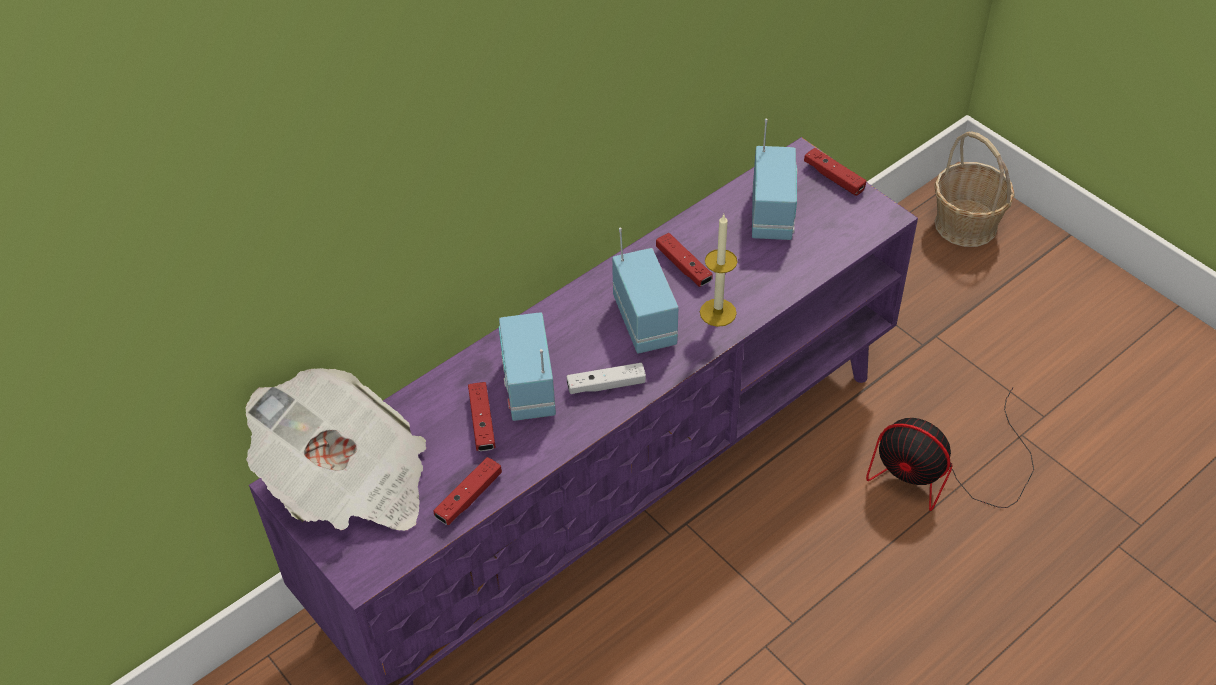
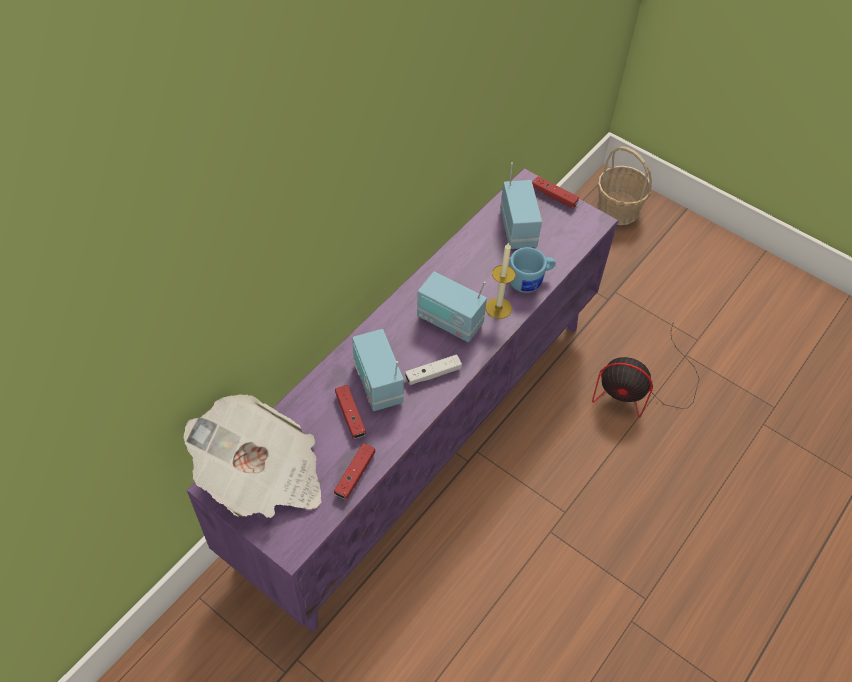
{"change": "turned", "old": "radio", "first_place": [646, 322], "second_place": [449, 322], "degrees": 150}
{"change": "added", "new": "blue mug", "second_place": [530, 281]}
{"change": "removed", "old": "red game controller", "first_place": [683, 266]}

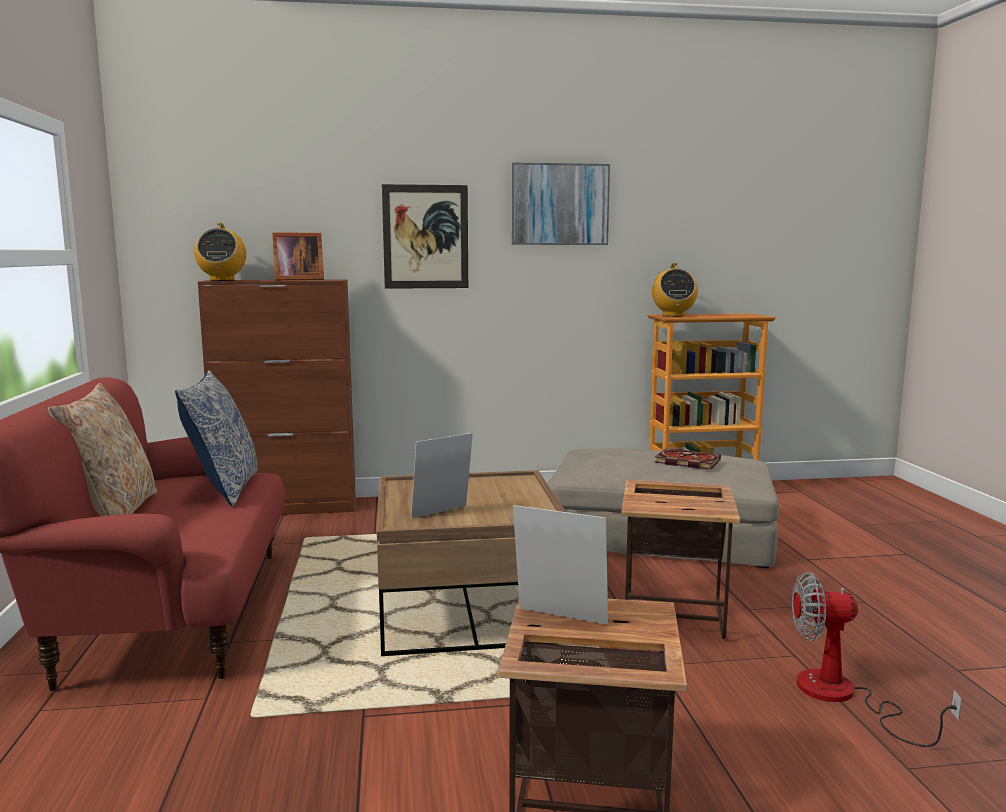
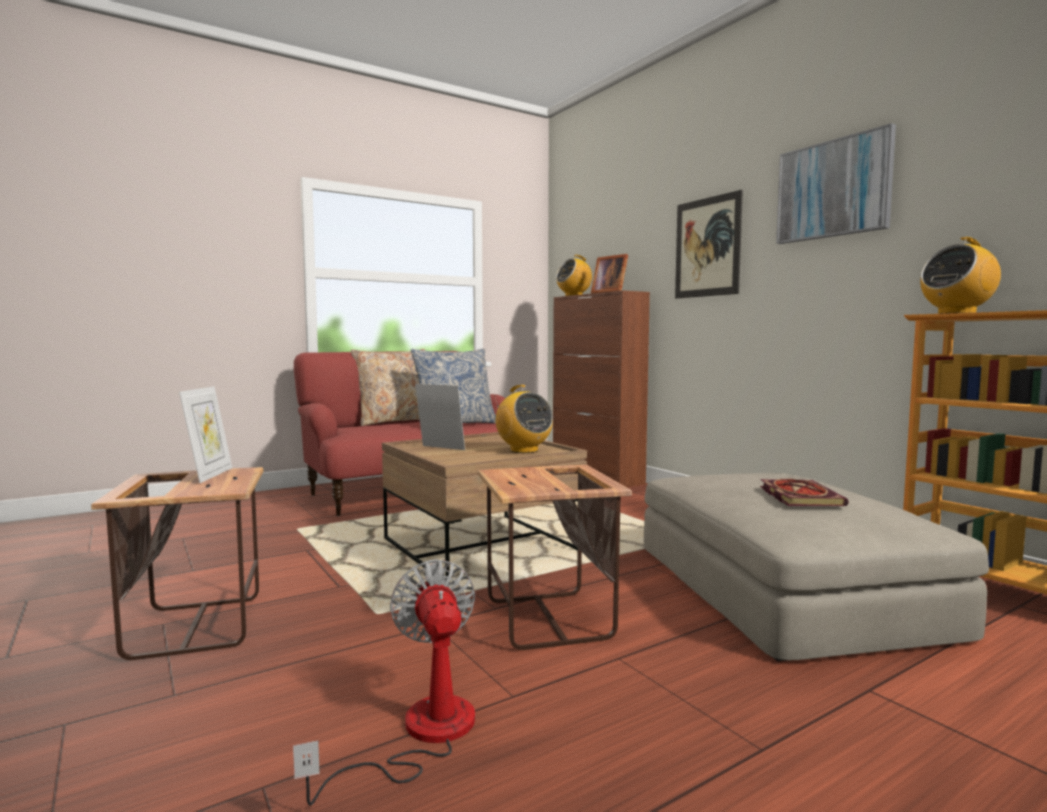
{"change": "added", "new": "radio", "second_place": [523, 450]}

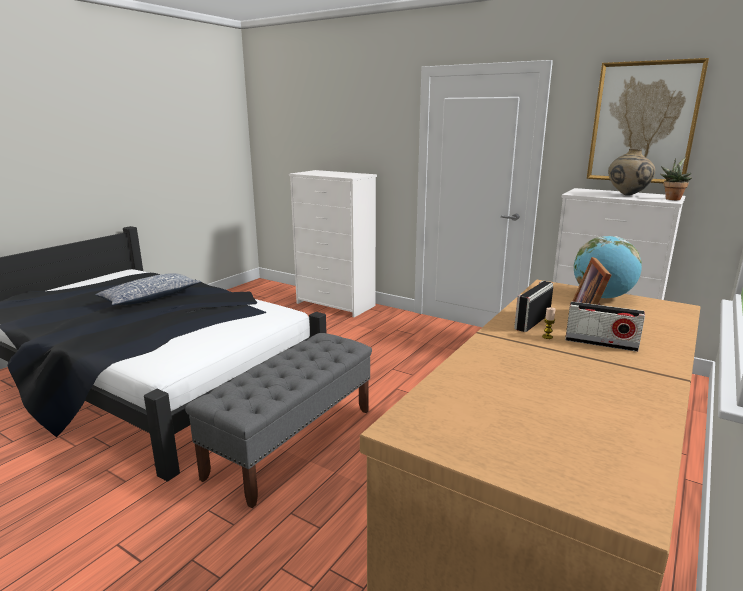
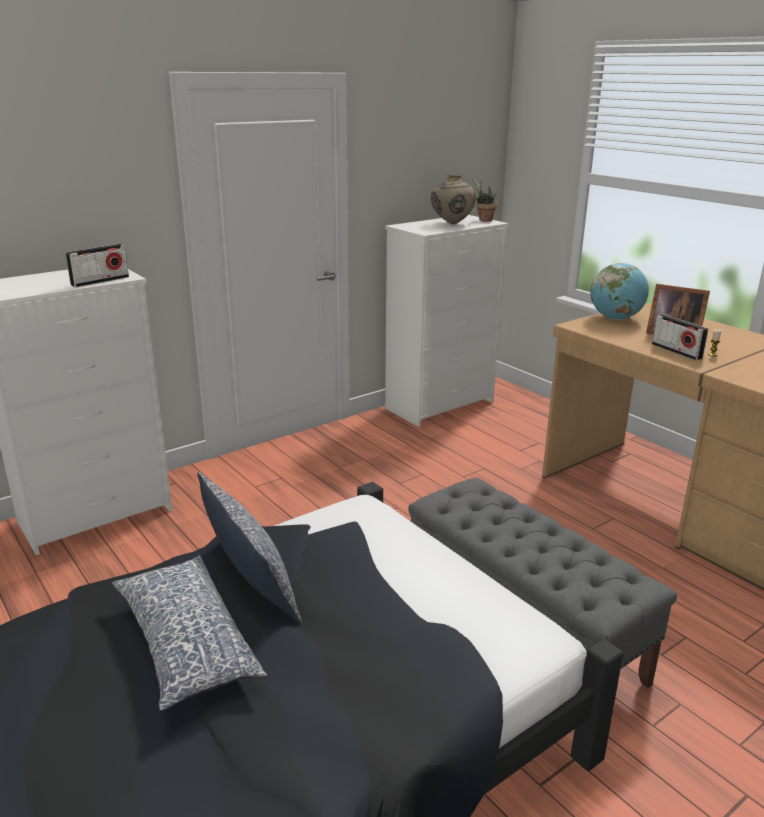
{"change": "moved", "old": "radio", "first_place": [600, 343], "second_place": [100, 281]}
{"change": "added", "new": "pillow", "second_place": [249, 575]}
{"change": "removed", "old": "picture", "first_place": [643, 123]}

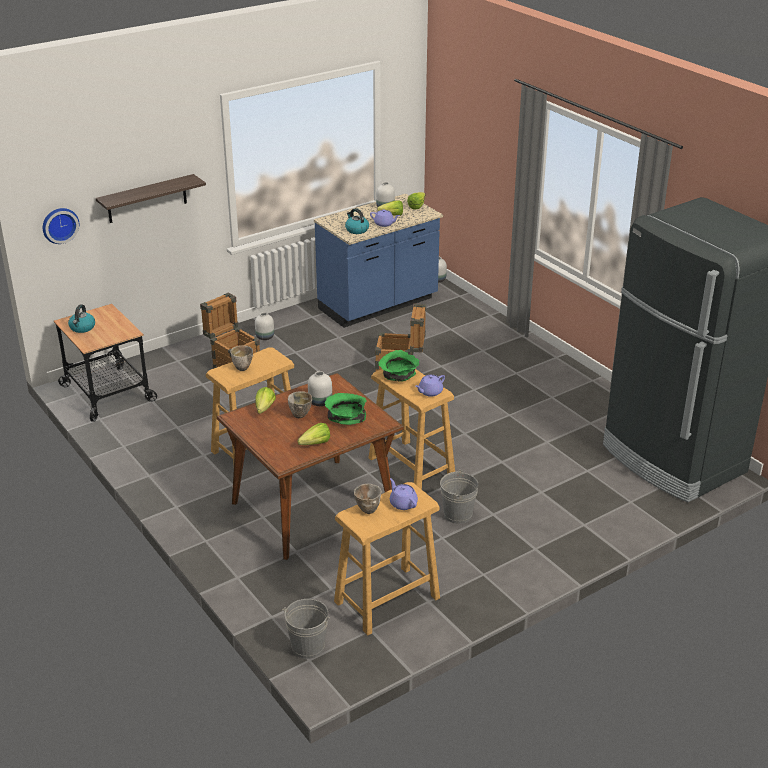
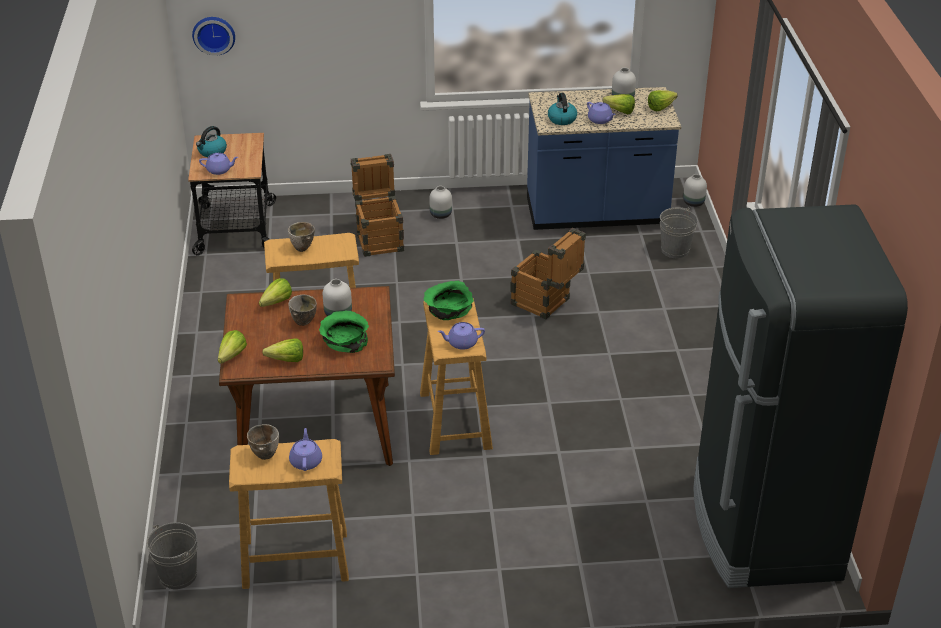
{"change": "added", "new": "purple teapot", "second_place": [219, 170]}
{"change": "added", "new": "lettuce", "second_place": [229, 358]}
{"change": "moved", "old": "grey bucket", "first_place": [458, 514], "second_place": [675, 250]}
{"change": "removed", "old": "shelf", "first_place": [147, 199]}

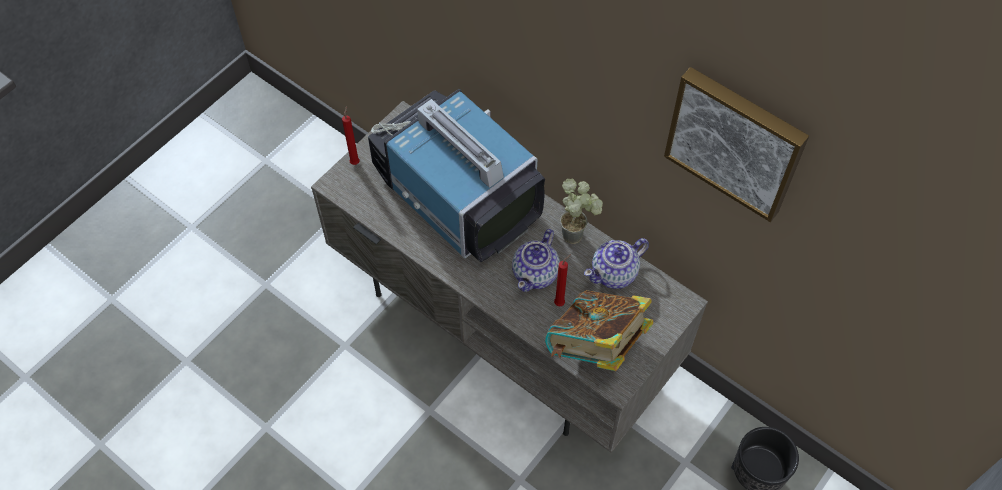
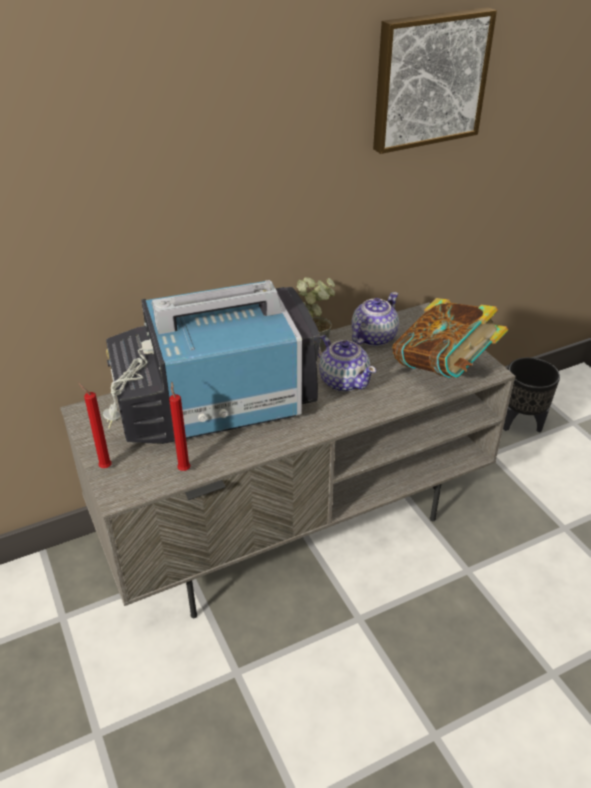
{"change": "moved", "old": "red candle", "first_place": [560, 302], "second_place": [184, 468]}
{"change": "turned", "old": "teapot", "first_place": [615, 273], "second_place": [373, 337], "degrees": -135}

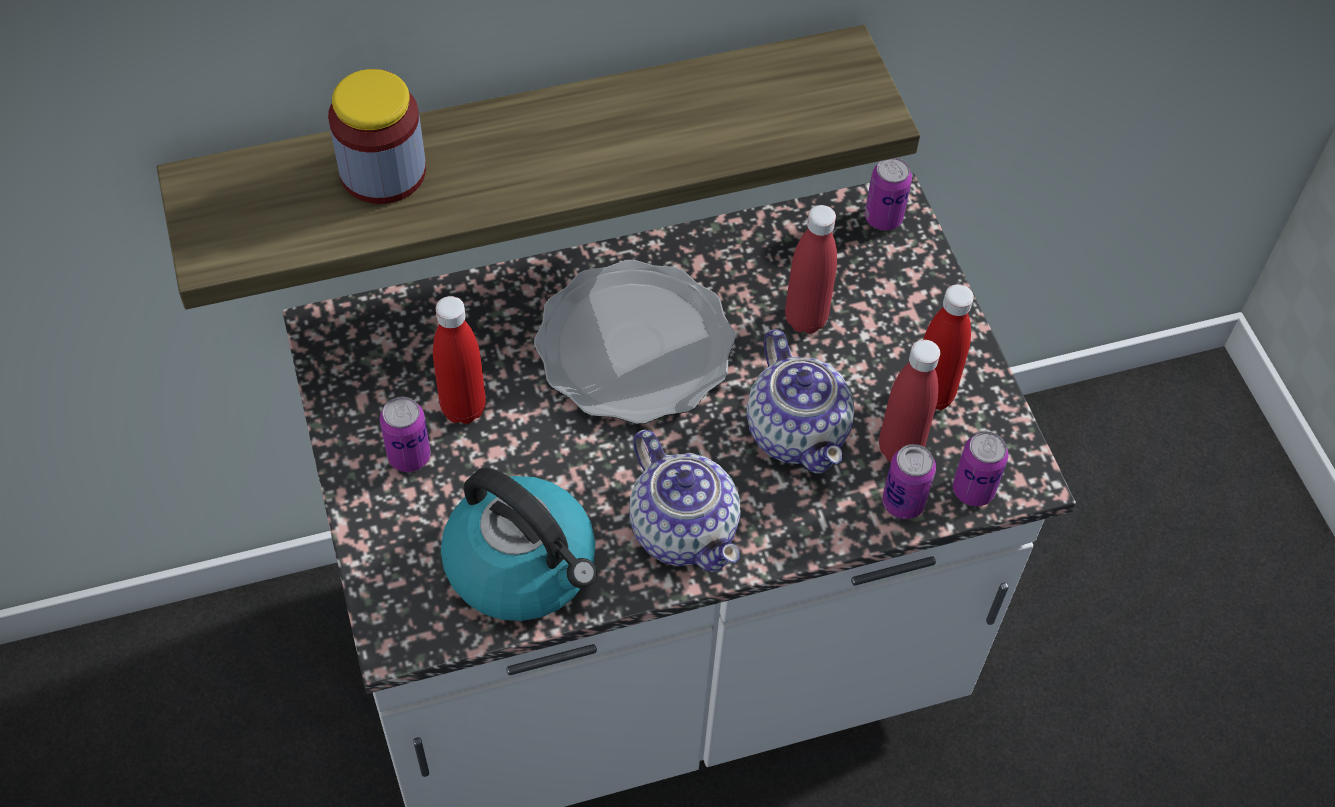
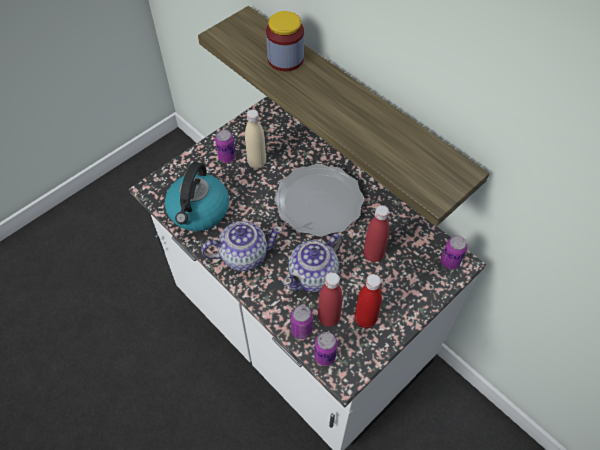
{"change": "turned", "old": "teapot", "first_place": [683, 528], "second_place": [243, 255], "degrees": -135}
{"change": "recoloured", "old": "red bottle", "new": "beige bottle", "first_place": [463, 408], "second_place": [257, 163]}

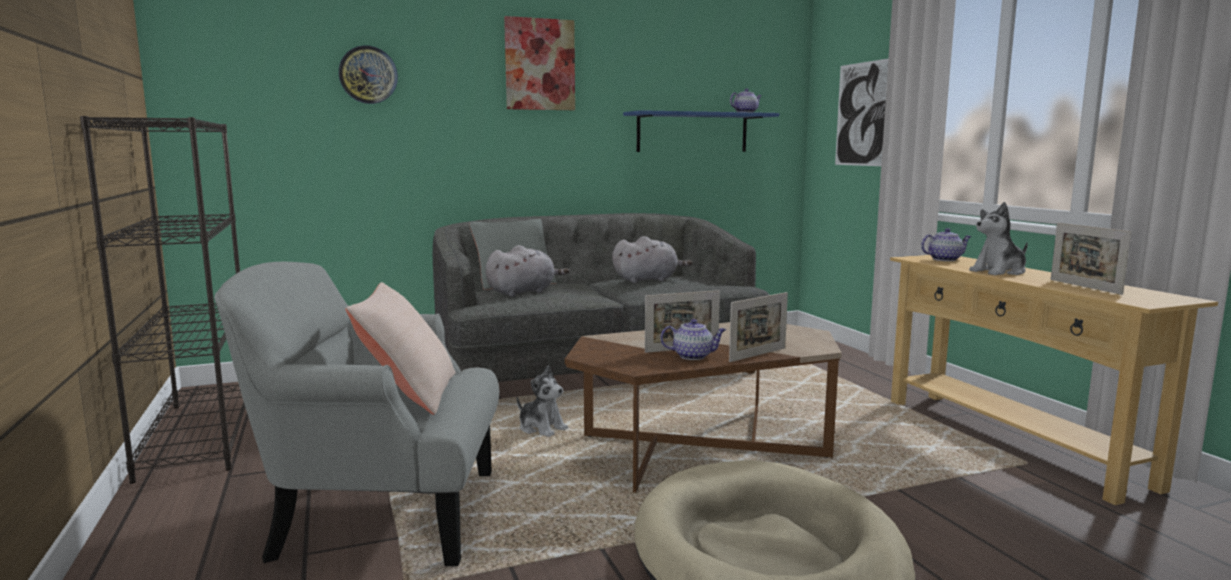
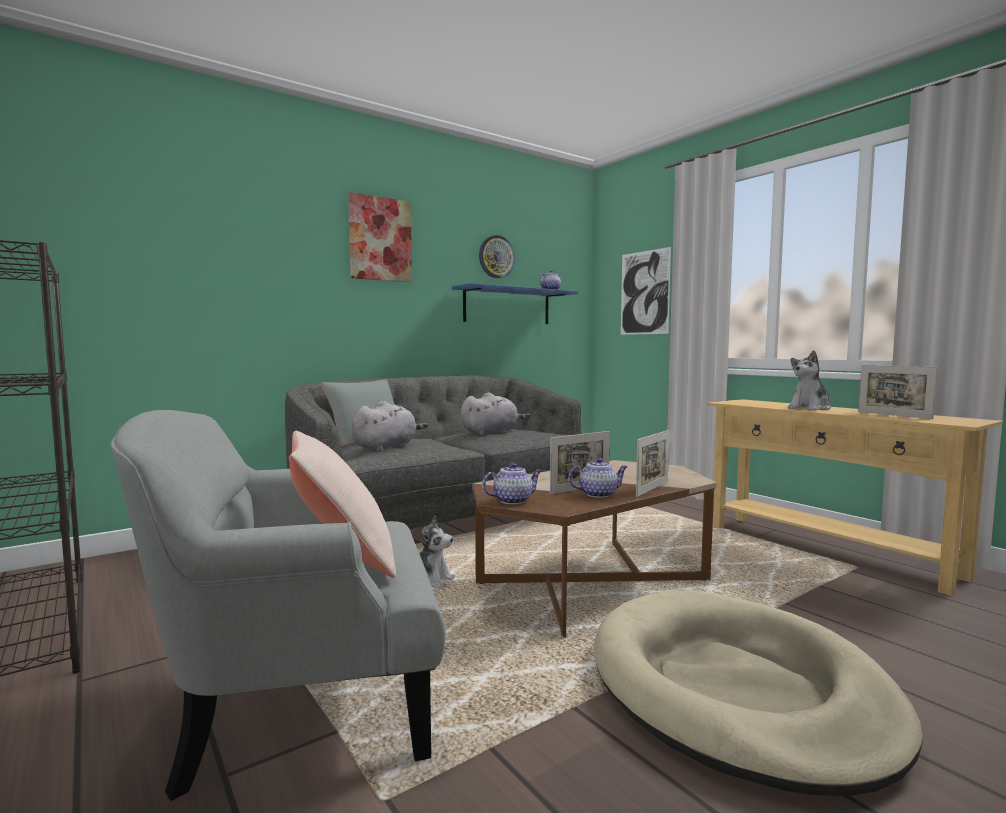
{"change": "moved", "old": "wall clock", "first_place": [368, 75], "second_place": [496, 257]}
{"change": "moved", "old": "teapot", "first_place": [945, 259], "second_place": [513, 500]}

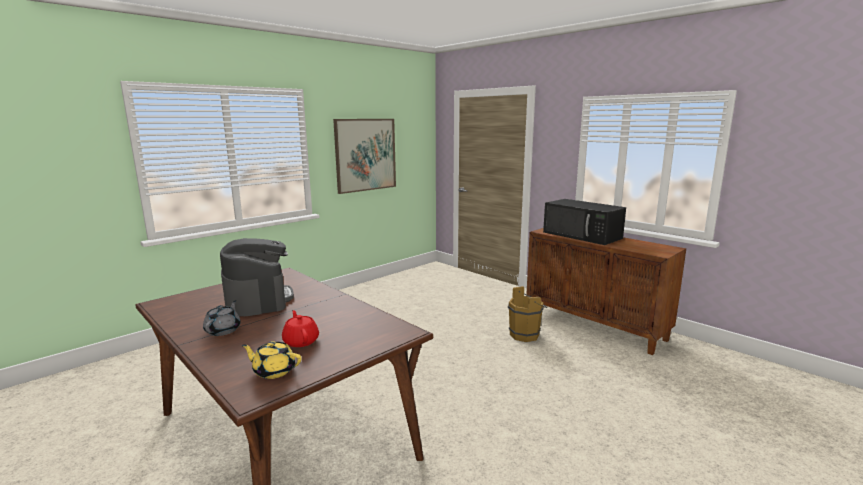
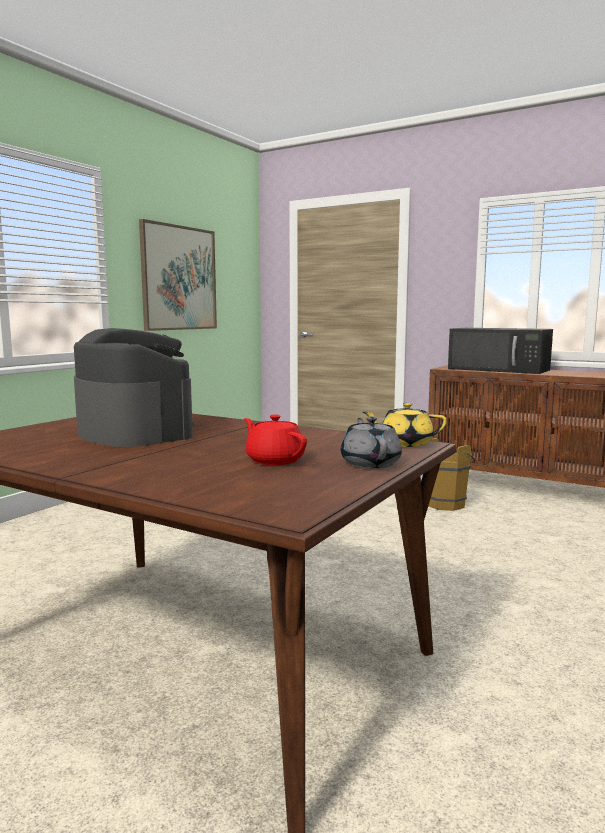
{"change": "moved", "old": "grey teapot", "first_place": [223, 330], "second_place": [370, 463]}
{"change": "moved", "old": "yellow teapot", "first_place": [273, 371], "second_place": [404, 443]}

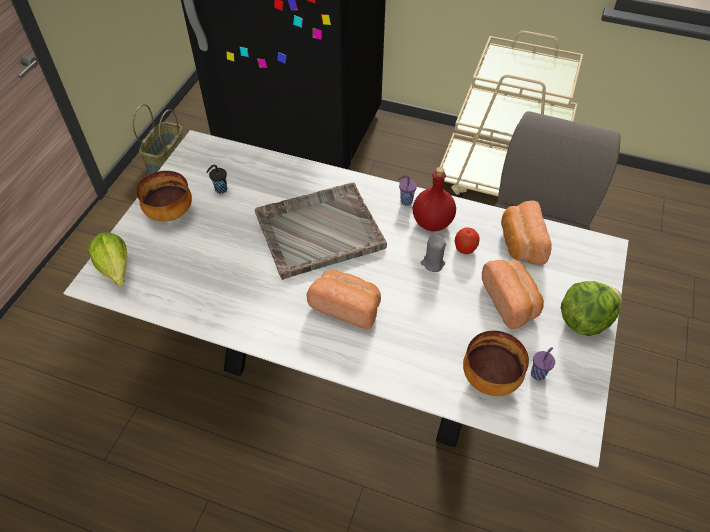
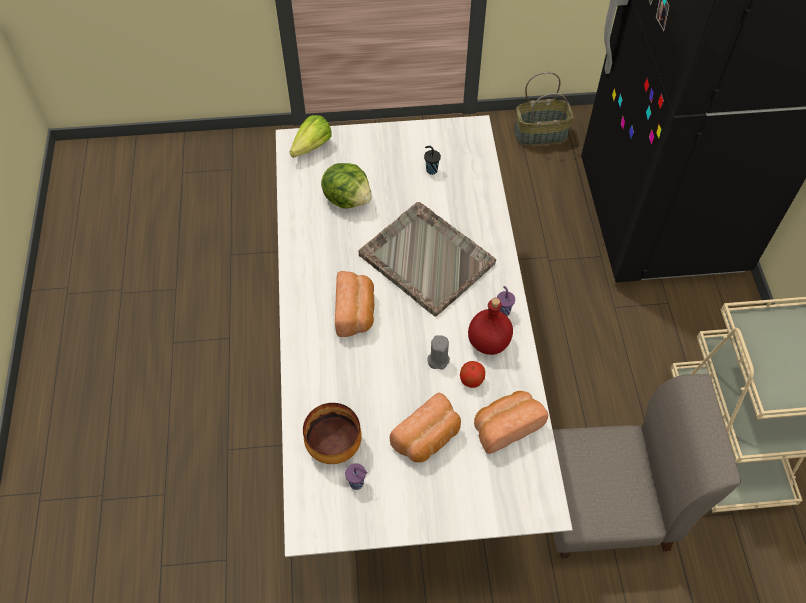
{"change": "moved", "old": "lettuce", "first_place": [584, 320], "second_place": [348, 198]}
{"change": "removed", "old": "bowl", "first_place": [170, 213]}

